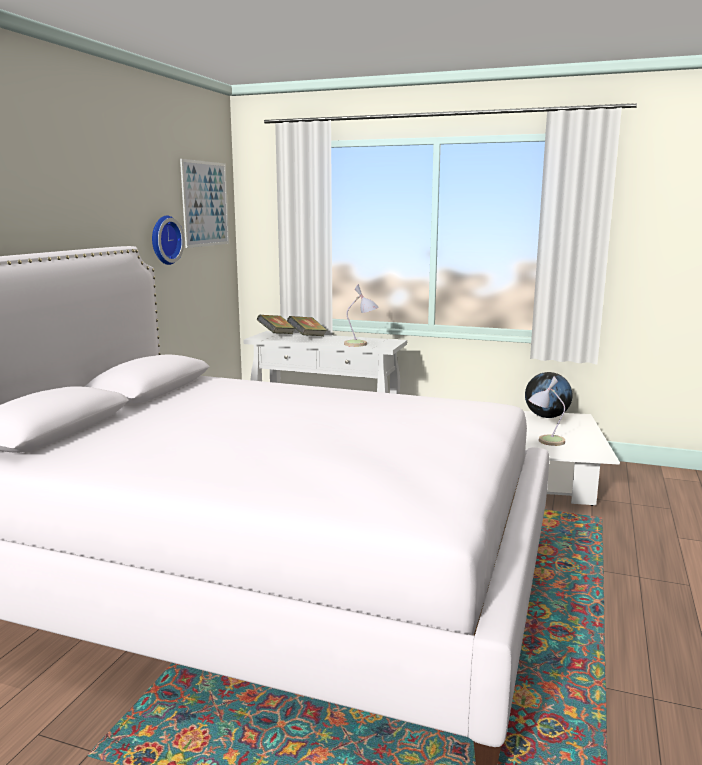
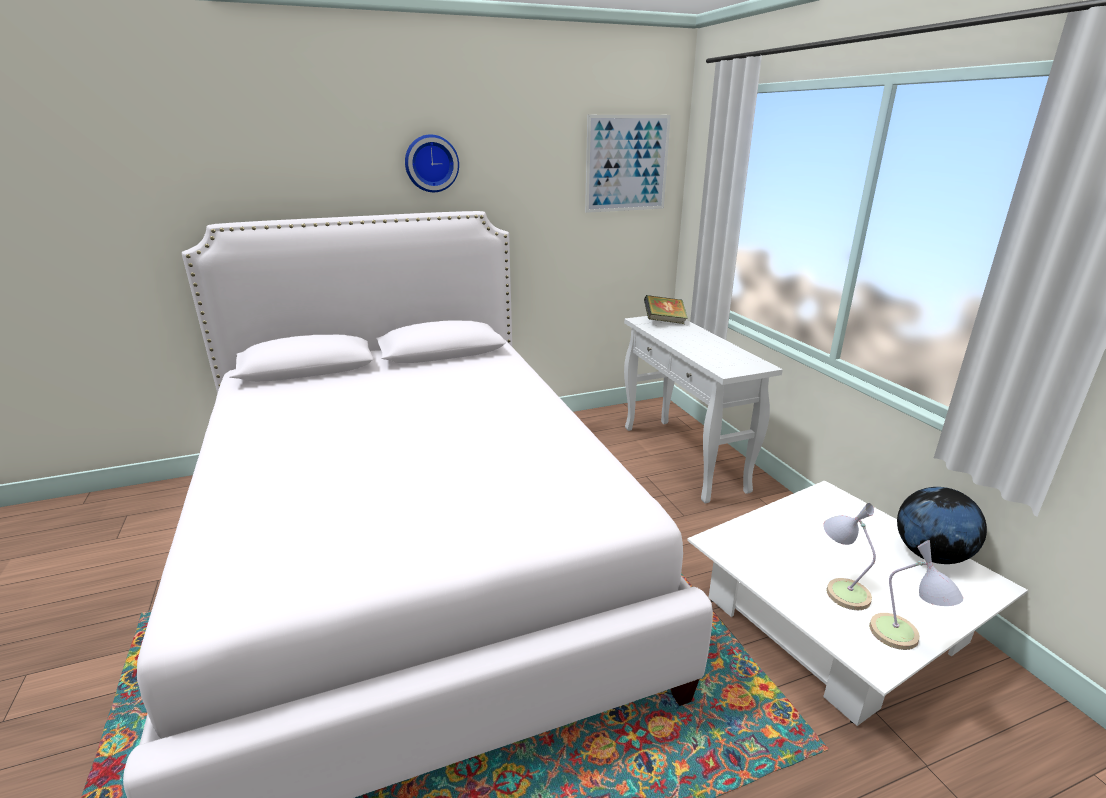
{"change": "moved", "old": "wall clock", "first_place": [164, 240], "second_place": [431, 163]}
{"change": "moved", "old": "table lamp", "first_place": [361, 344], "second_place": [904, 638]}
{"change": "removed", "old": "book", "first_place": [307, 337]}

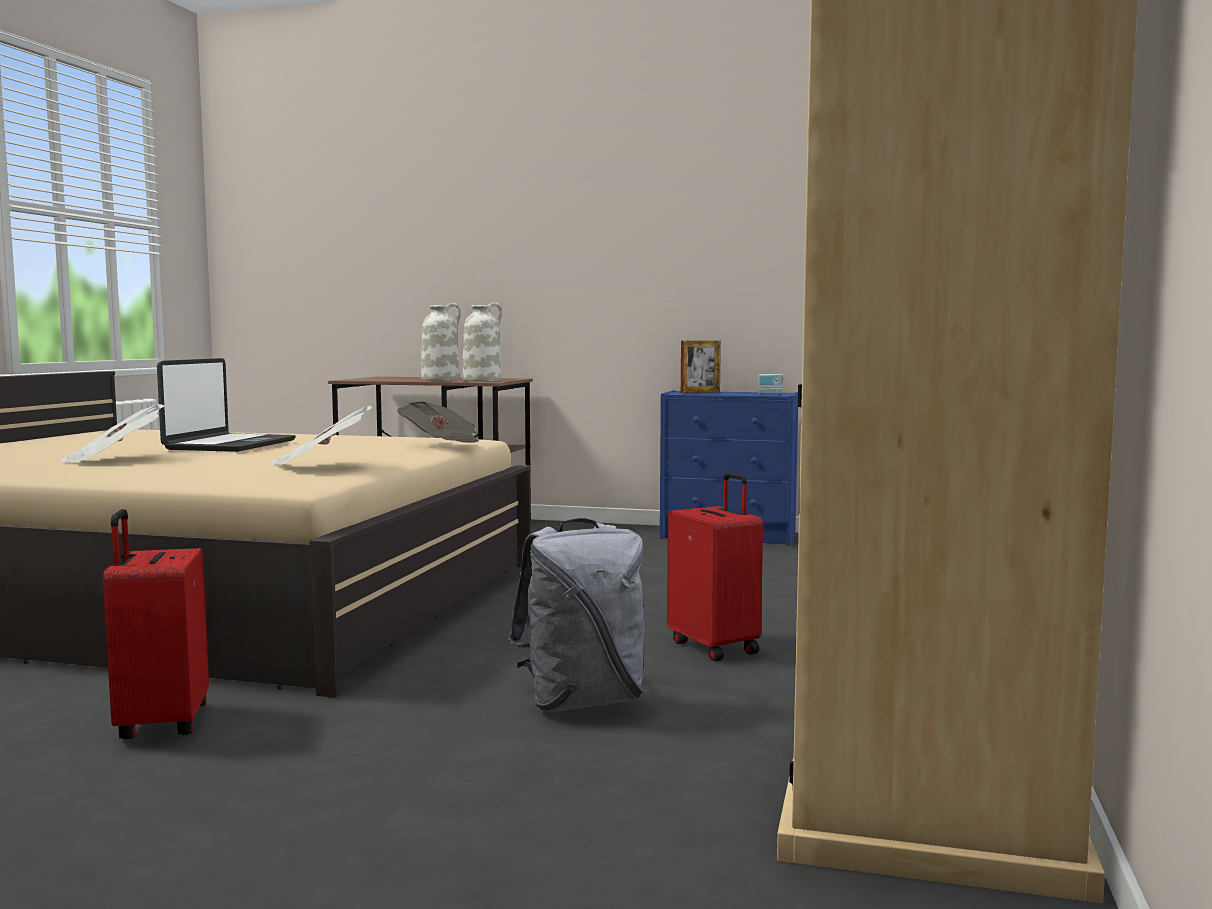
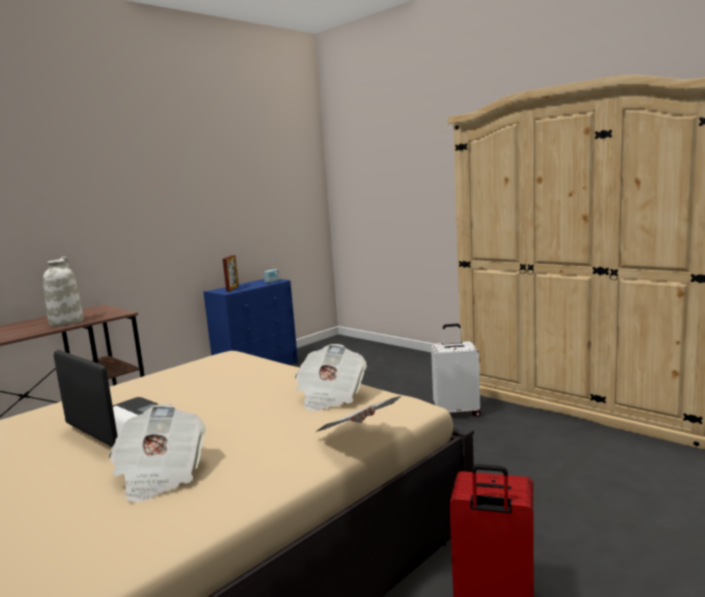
{"change": "moved", "old": "newspaper", "first_place": [442, 446], "second_place": [358, 437]}
{"change": "recoloured", "old": "red suitcase", "new": "white suitcase", "first_place": [715, 647], "second_place": [457, 412]}
{"change": "removed", "old": "white vase", "first_place": [482, 380]}
{"change": "removed", "old": "grey backpack", "first_place": [581, 702]}

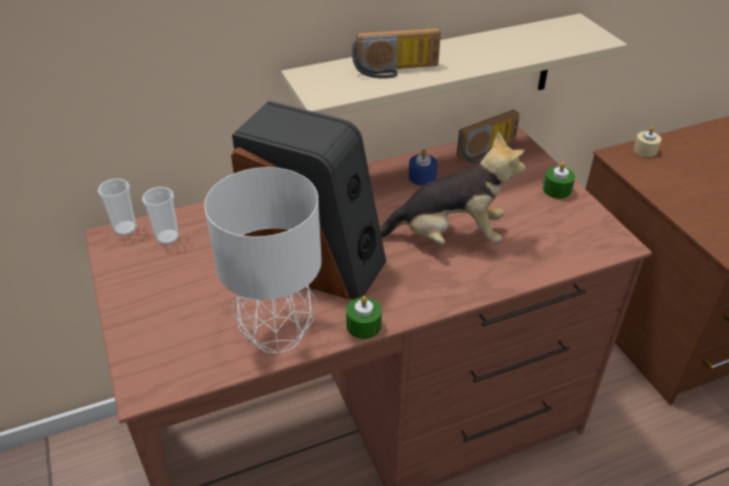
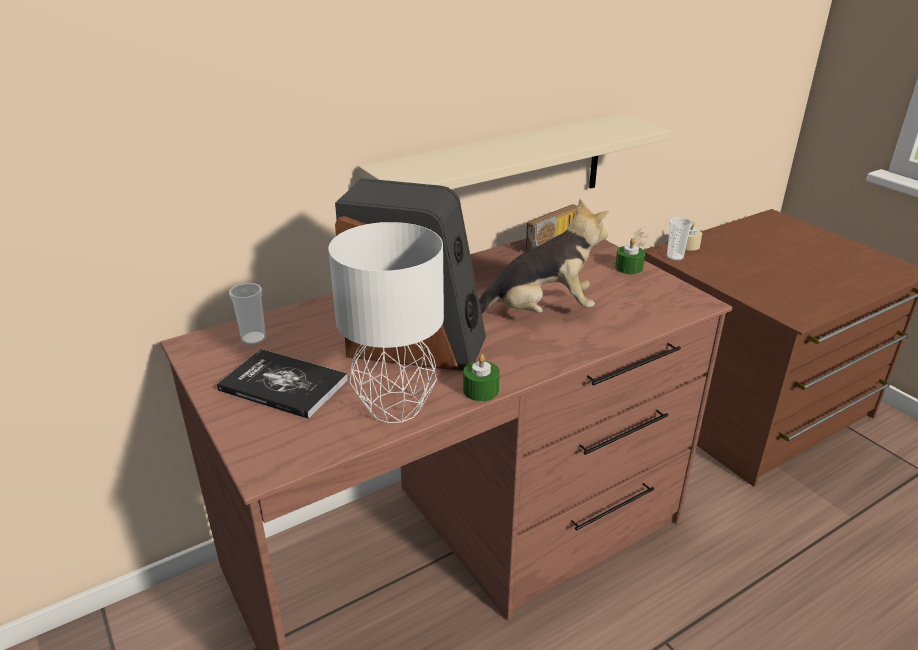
{"change": "added", "new": "book", "second_place": [283, 385]}
{"change": "moved", "old": "cup", "first_place": [125, 228], "second_place": [674, 257]}
{"change": "removed", "old": "radio", "first_place": [395, 70]}
{"change": "removed", "old": "blue candle", "first_place": [422, 177]}

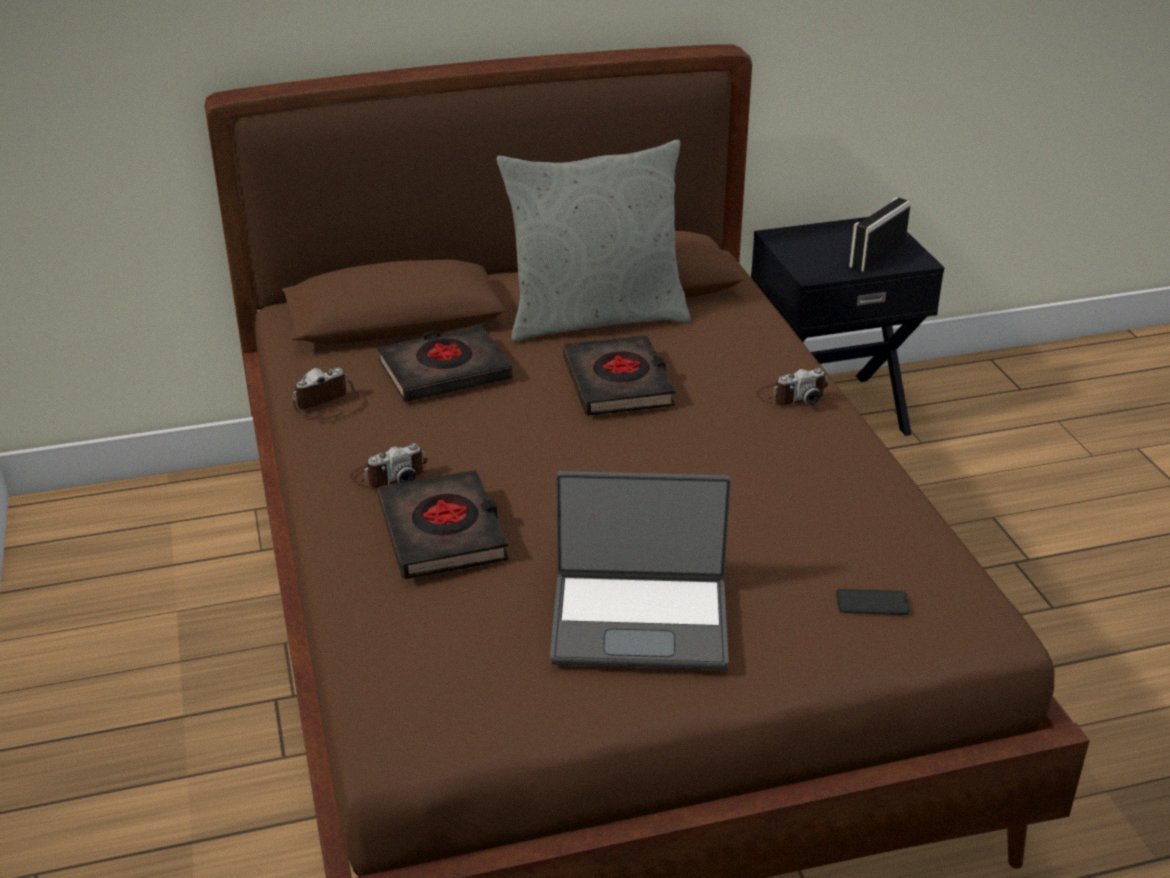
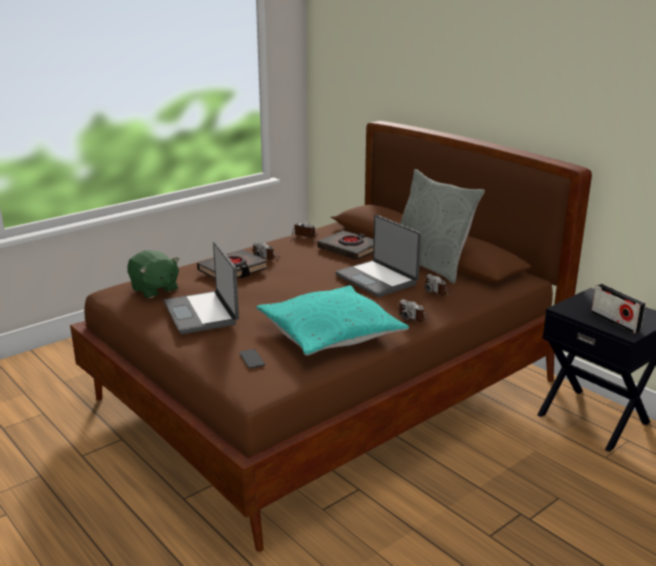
{"change": "added", "new": "green plush toy", "second_place": [154, 289]}
{"change": "added", "new": "turquoise pillow", "second_place": [330, 333]}
{"change": "replaced", "old": "black book", "new": "laptop", "first_place": [618, 383], "second_place": [377, 279]}
{"change": "added", "new": "photo camera", "second_place": [439, 291]}
{"change": "turned", "old": "radio", "first_place": [877, 255], "second_place": [615, 321], "degrees": -135}

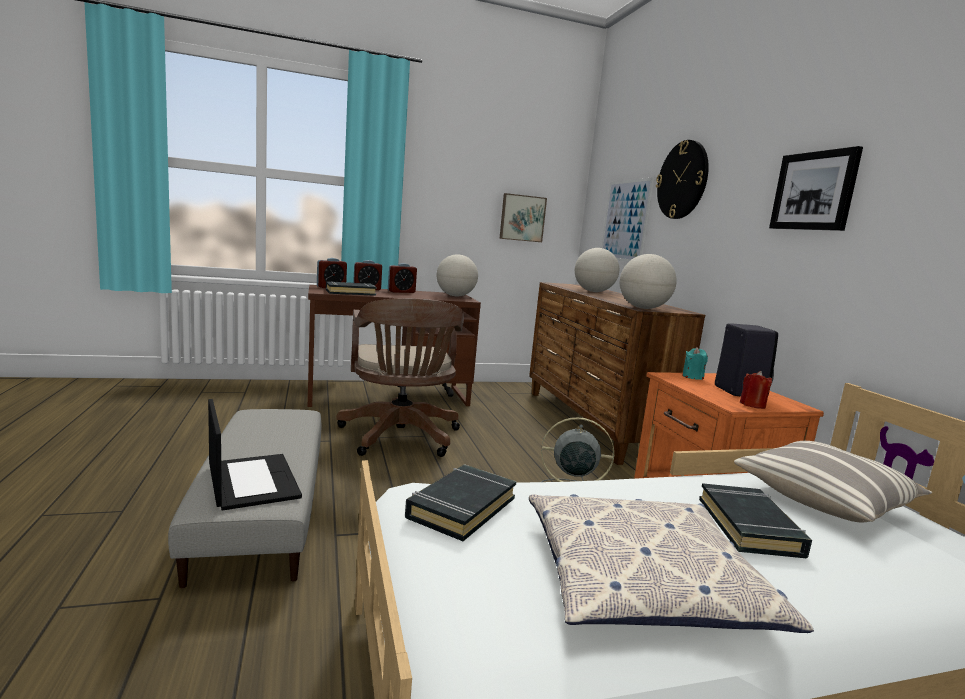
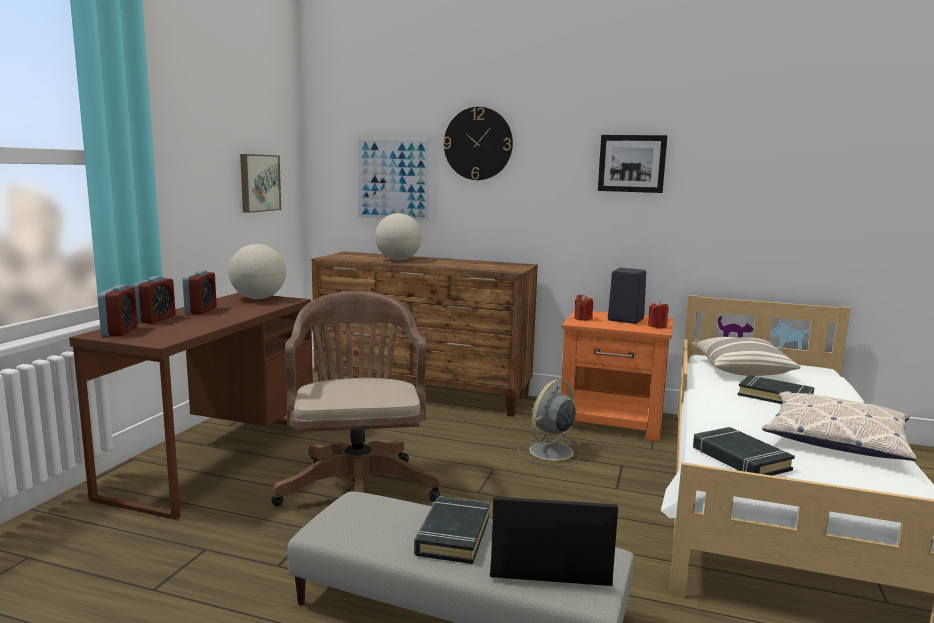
{"change": "turned", "old": "brown office chair", "first_place": [400, 438], "second_place": [358, 487], "degrees": -120}
{"change": "moved", "old": "black book", "first_place": [350, 292], "second_place": [453, 535]}
{"change": "recoloured", "old": "turquoise candle", "new": "red candle", "first_place": [692, 377], "second_place": [583, 318]}
{"change": "removed", "old": "globe", "first_place": [643, 308]}

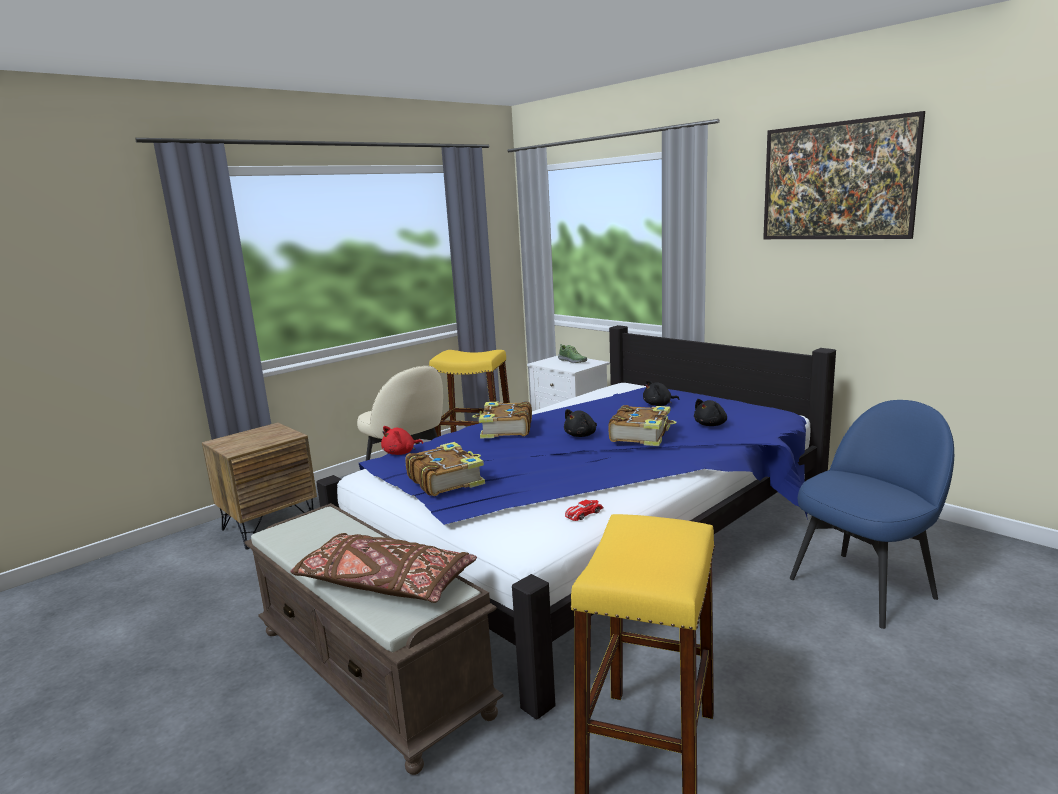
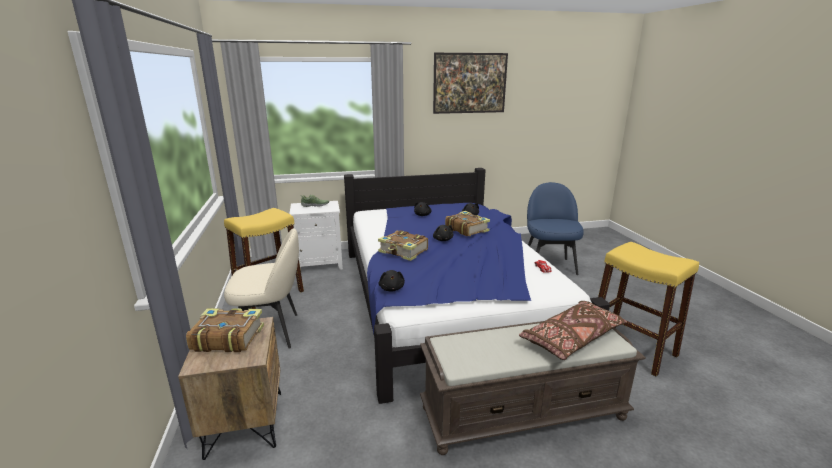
{"change": "moved", "old": "book", "first_place": [446, 480], "second_place": [227, 338]}
{"change": "recoloured", "old": "red plush toy", "new": "black plush toy", "first_place": [401, 453], "second_place": [391, 288]}

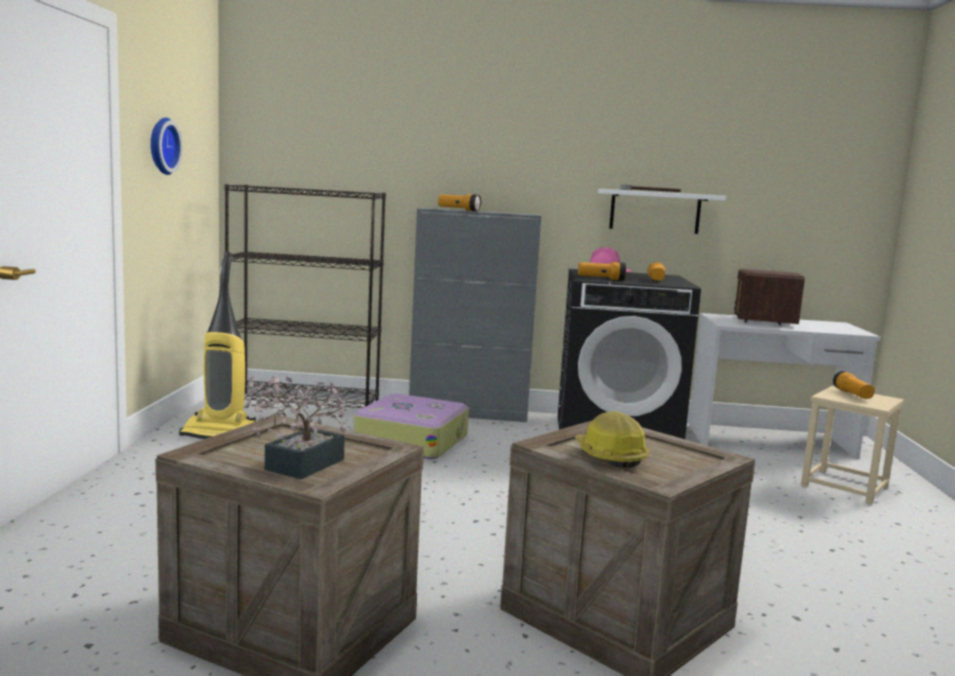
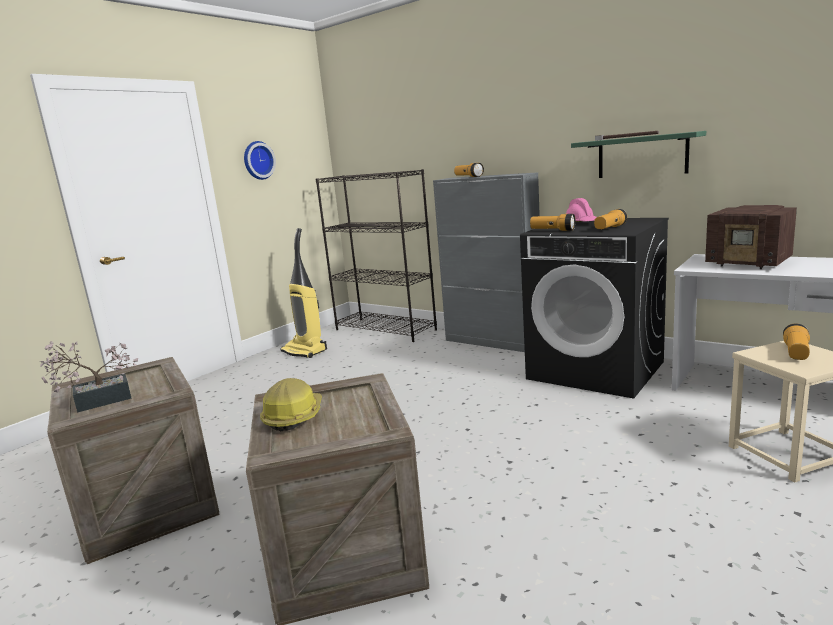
{"change": "recoloured", "old": "white shelf", "new": "green shelf", "first_place": [655, 211], "second_place": [642, 156]}
{"change": "turned", "old": "radio", "first_place": [764, 322], "second_place": [749, 263], "degrees": -90}
{"change": "removed", "old": "suitcase", "first_place": [411, 441]}

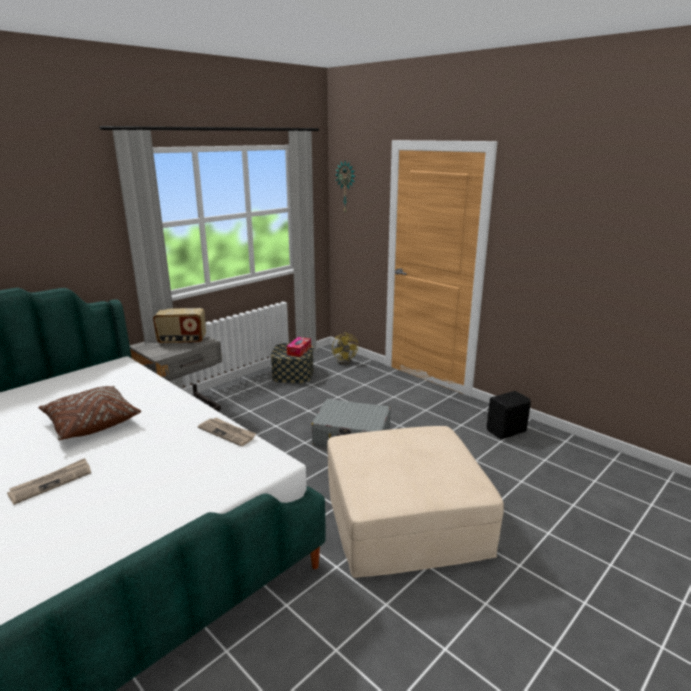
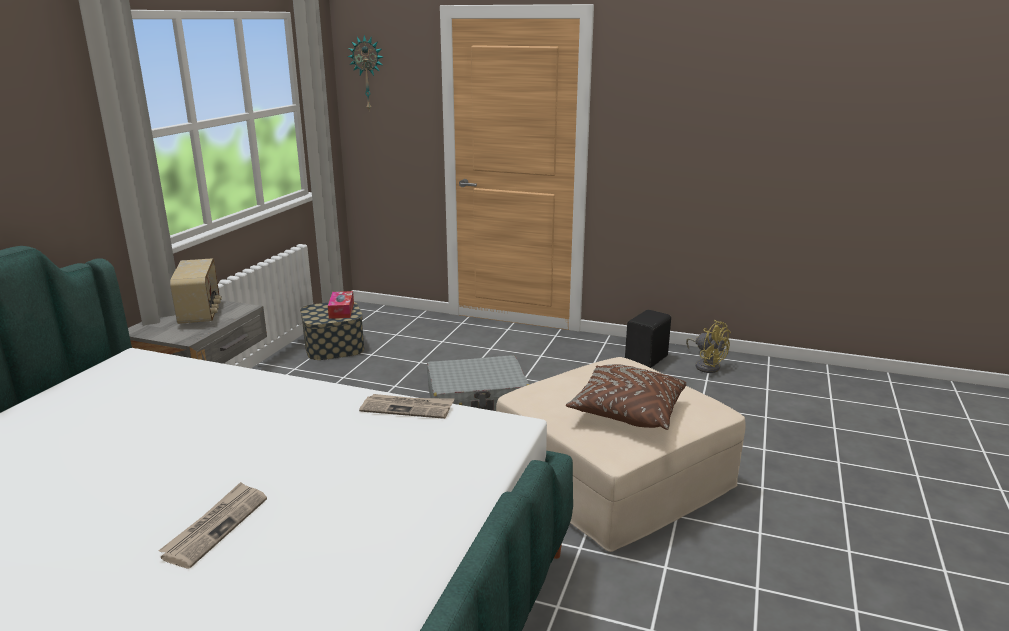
{"change": "turned", "old": "radio", "first_place": [182, 341], "second_place": [201, 314], "degrees": -75}
{"change": "moved", "old": "brown pillow", "first_place": [91, 423], "second_place": [627, 412]}
{"change": "moved", "old": "yellow fan", "first_place": [345, 360], "second_place": [706, 365]}

